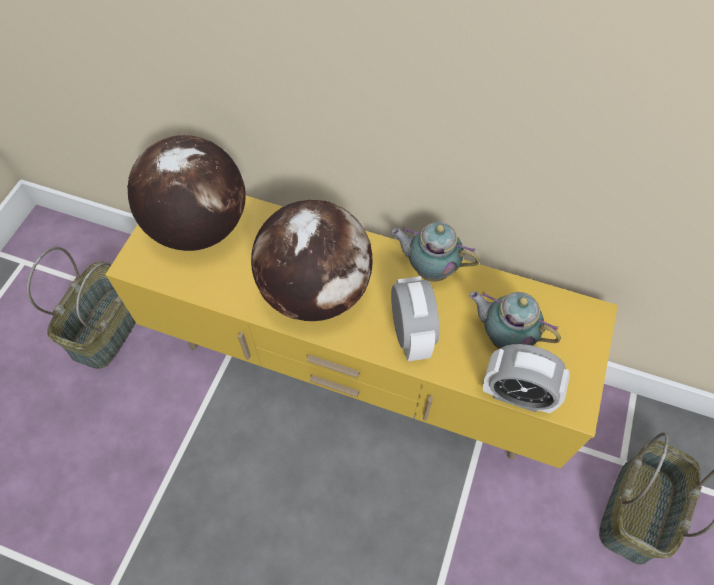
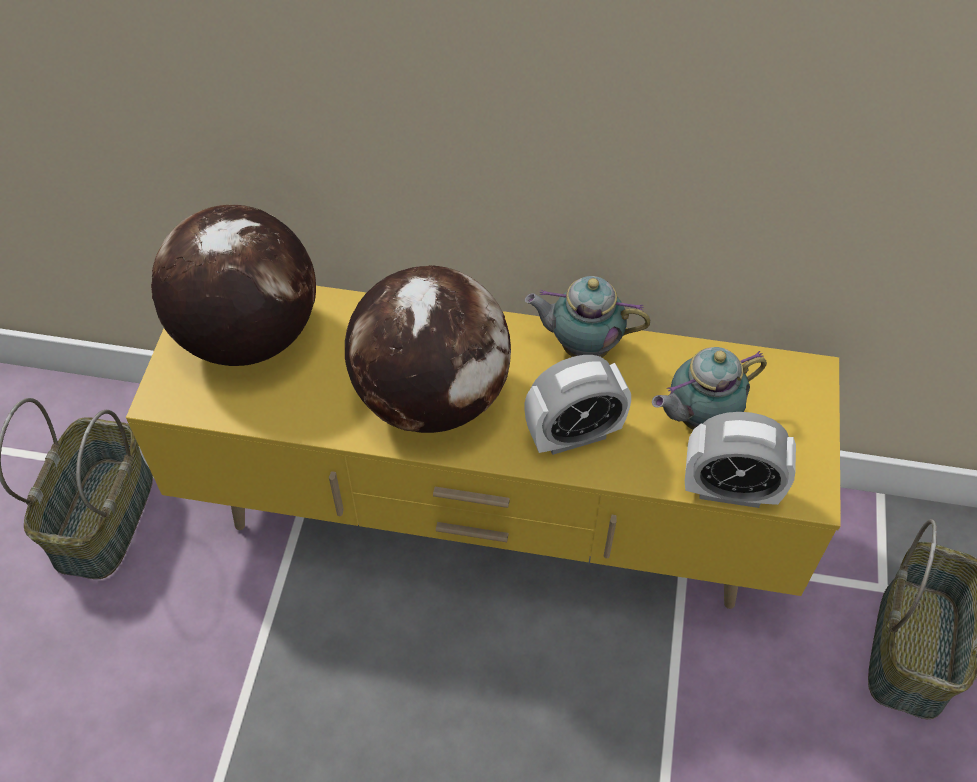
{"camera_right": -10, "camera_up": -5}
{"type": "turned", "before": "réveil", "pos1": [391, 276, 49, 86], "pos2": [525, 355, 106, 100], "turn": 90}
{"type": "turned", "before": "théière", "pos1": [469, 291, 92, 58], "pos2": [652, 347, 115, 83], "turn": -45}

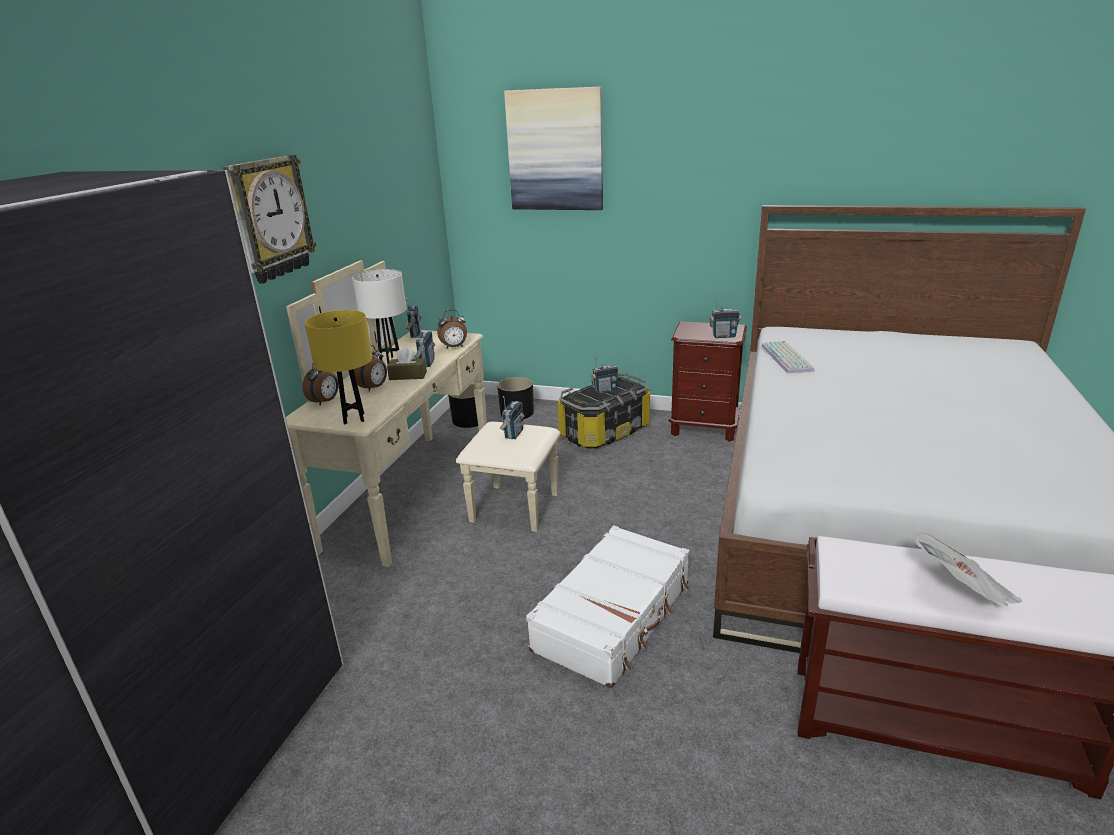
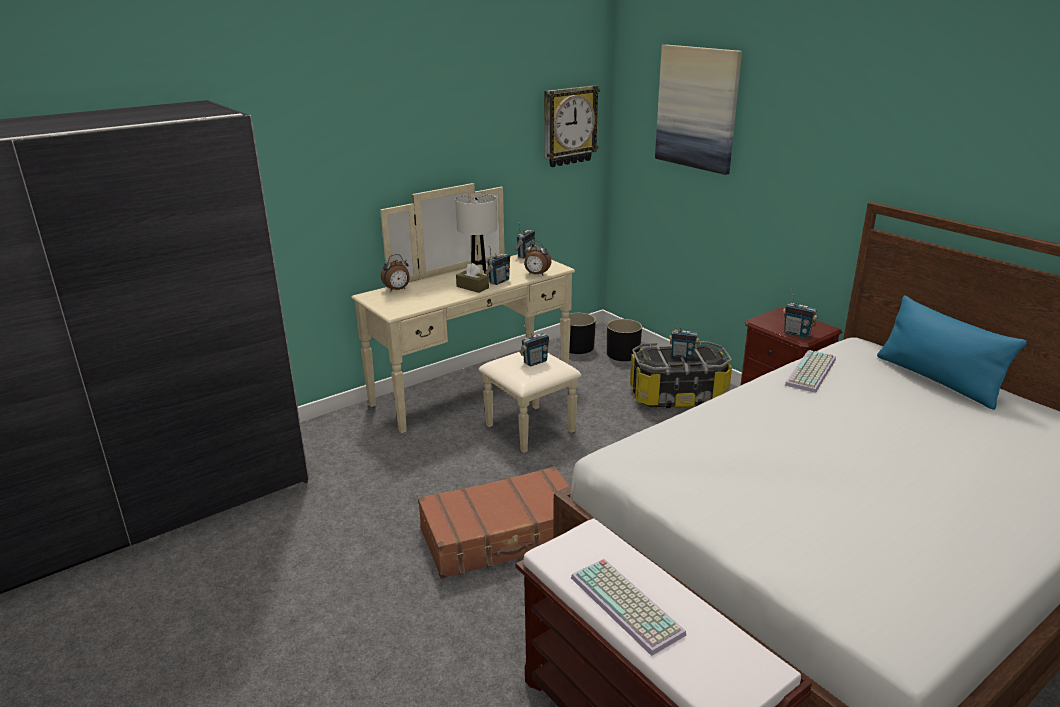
{"camera_right": 35, "camera_up": 0}
{"type": "moved", "before": "horloge murale", "pos1": [222, 155, 95, 129], "pos2": [544, 85, 56, 82]}
{"type": "removed", "before": "lampe de table/jaune", "pos1": [305, 310, 67, 114]}
{"type": "removed", "before": "réveil", "pos1": [354, 345, 33, 46]}
{"type": "recoloured", "before": "valise/blanc", "after": "valise/marron", "pos1": [526, 525, 164, 164], "pos2": [418, 466, 151, 113]}
{"type": "replaced", "before": "journal", "after": "clavier", "pos1": [915, 532, 108, 74], "pos2": [571, 559, 115, 97]}
{"type": "added", "after": "coussin/bleu", "pos2": [877, 295, 150, 115]}

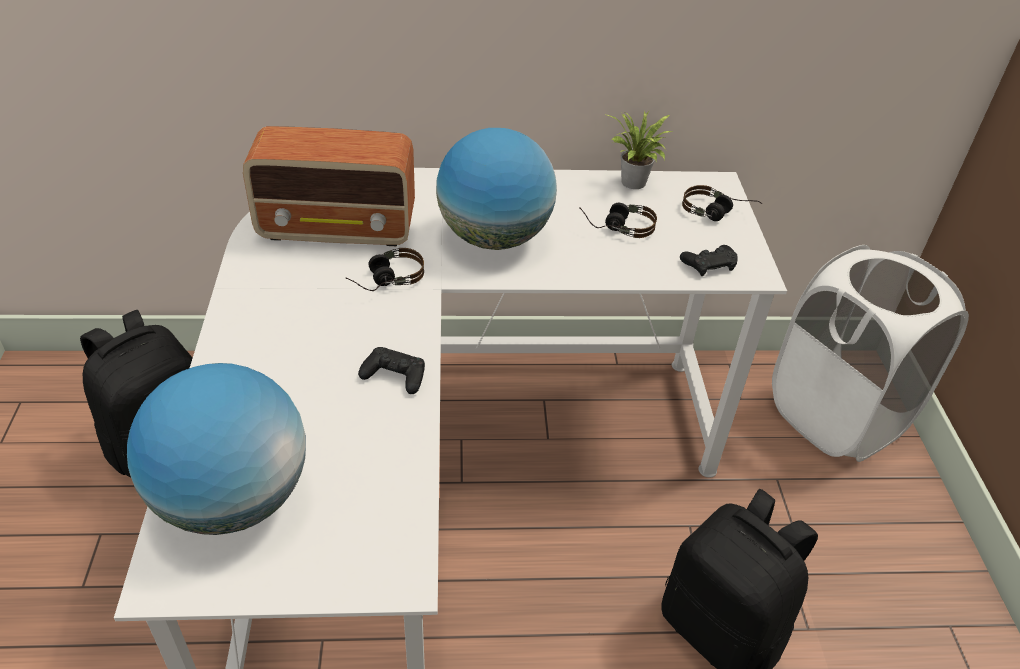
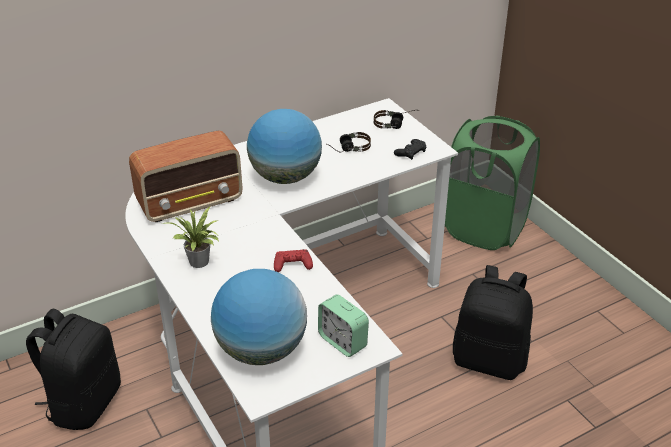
{"camera_right": -25, "camera_up": -5}
{"type": "moved", "before": "plante en pot", "pos1": [604, 111, 68, 78], "pos2": [167, 207, 52, 61]}
{"type": "recoloured", "before": "panier à linge/blanc", "after": "panier à linge/vert", "pos1": [772, 245, 197, 217], "pos2": [445, 116, 95, 134]}
{"type": "removed", "before": "casque audio", "pos1": [345, 248, 79, 43]}
{"type": "recoloured", "before": "manette/noir", "after": "manette/rouge", "pos1": [358, 347, 67, 47], "pos2": [274, 249, 39, 23]}
{"type": "added", "after": "réveil", "pos2": [318, 294, 51, 63]}

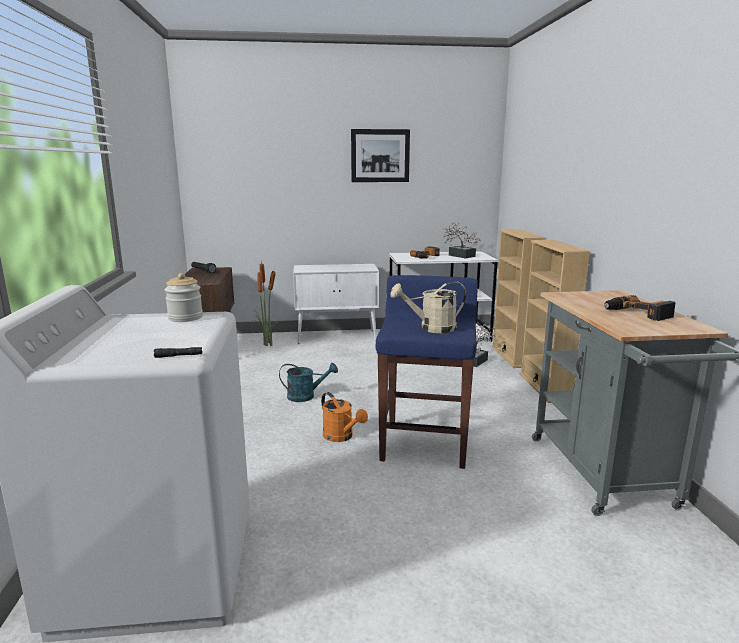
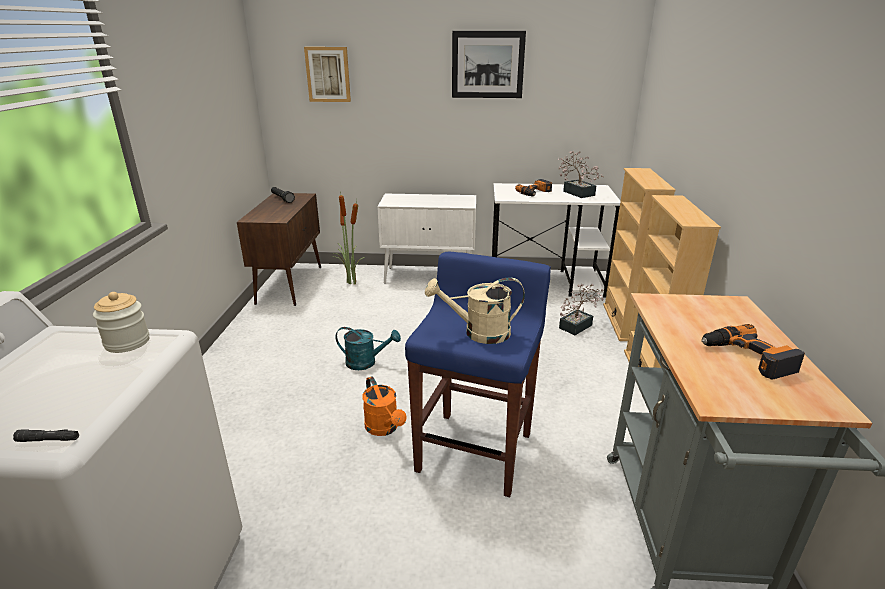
{"camera_right": 10, "camera_up": 10}
{"type": "added", "after": "tableau", "pos2": [304, 47, 47, 55]}

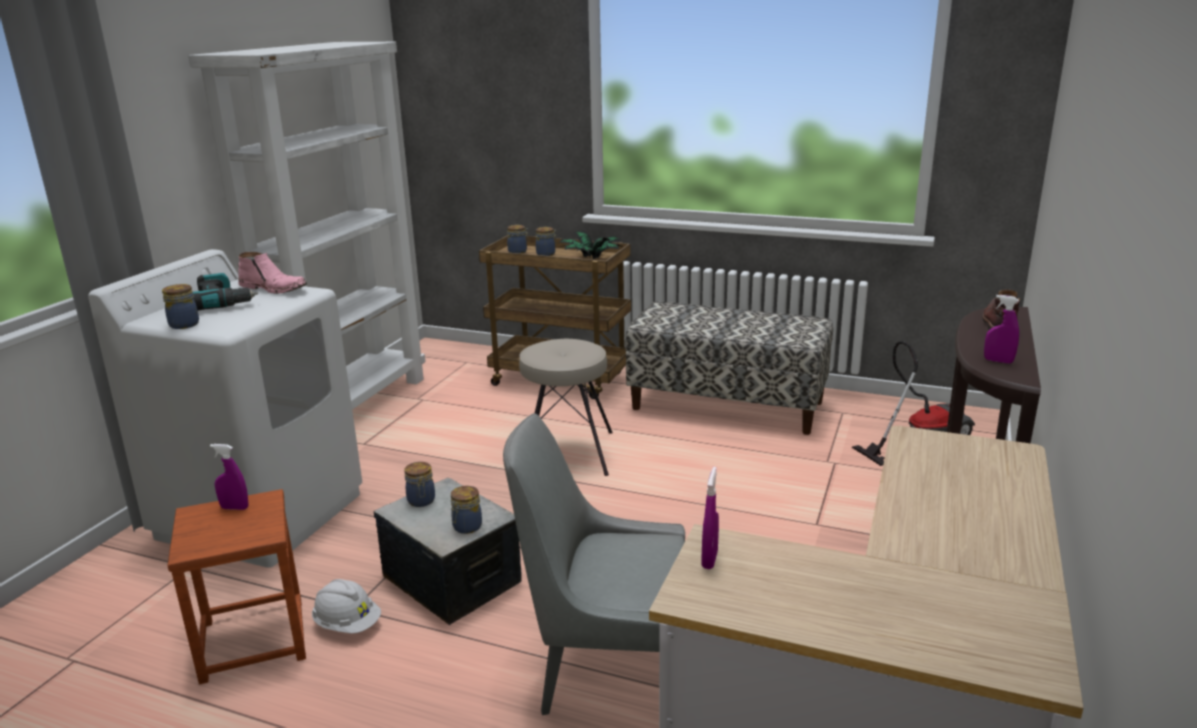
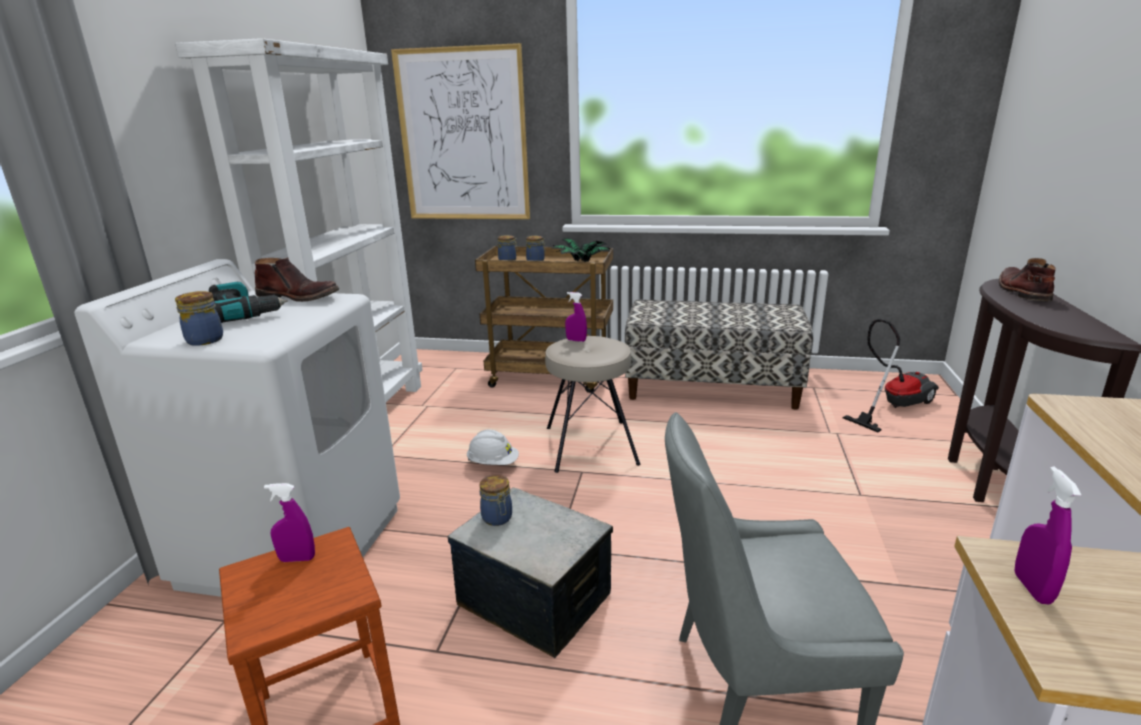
{"camera_right": -10, "camera_up": 0}
{"type": "recoloured", "before": "botte/rose", "after": "botte/marron", "pos1": [238, 252, 69, 42], "pos2": [255, 257, 84, 45]}
{"type": "moved", "before": "vaporisateur/violet", "pos1": [984, 295, 35, 69], "pos2": [565, 292, 22, 50]}
{"type": "removed", "before": "bocal", "pos1": [451, 486, 31, 48]}
{"type": "moved", "before": "casque de chantier/blanc", "pos1": [312, 579, 69, 55], "pos2": [467, 430, 52, 35]}
{"type": "added", "after": "tableau", "pos2": [391, 43, 139, 176]}

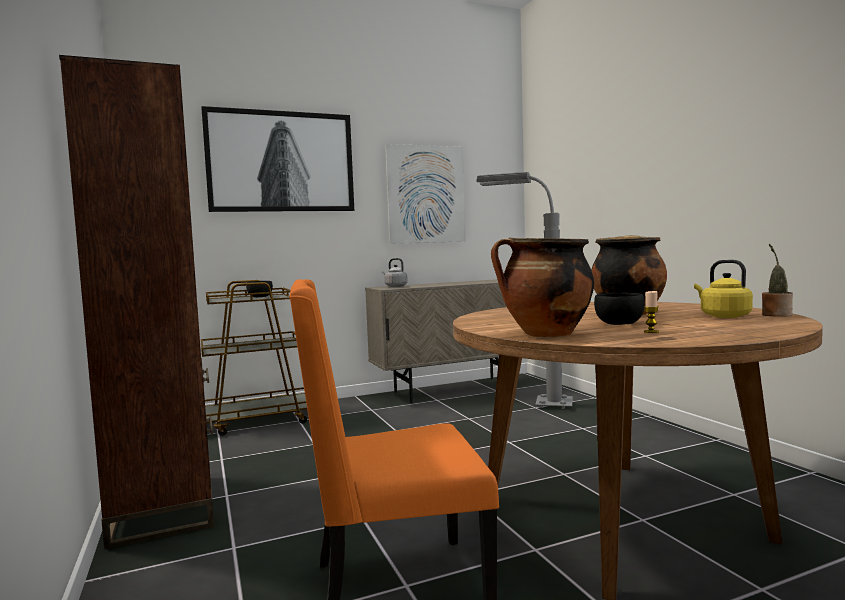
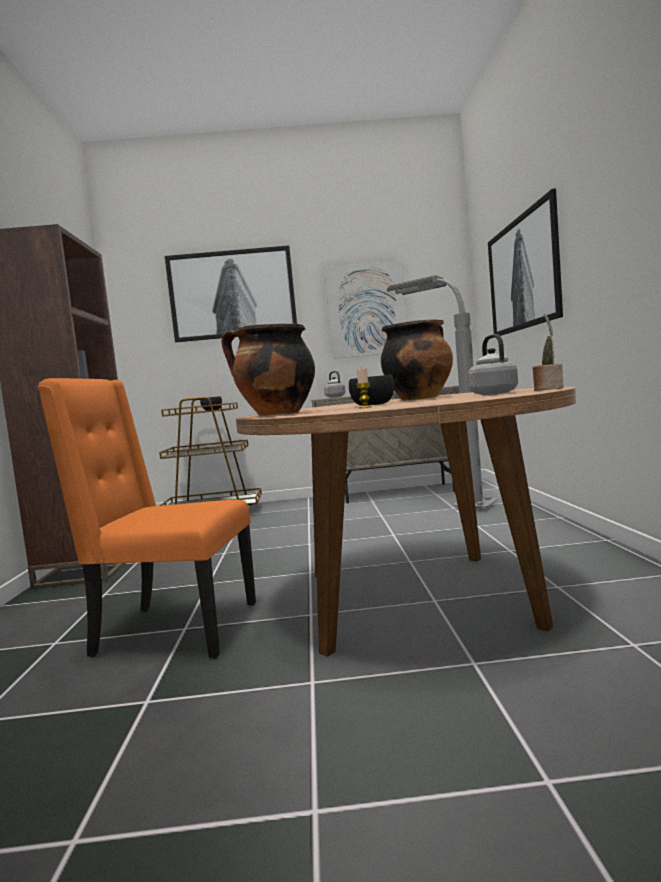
{"camera_right": 20, "camera_up": 0}
{"type": "recoloured", "before": "bouilloire/jaune", "after": "bouilloire/gris", "pos1": [694, 260, 59, 58], "pos2": [468, 334, 50, 61]}
{"type": "added", "after": "tableau", "pos2": [488, 188, 75, 148]}

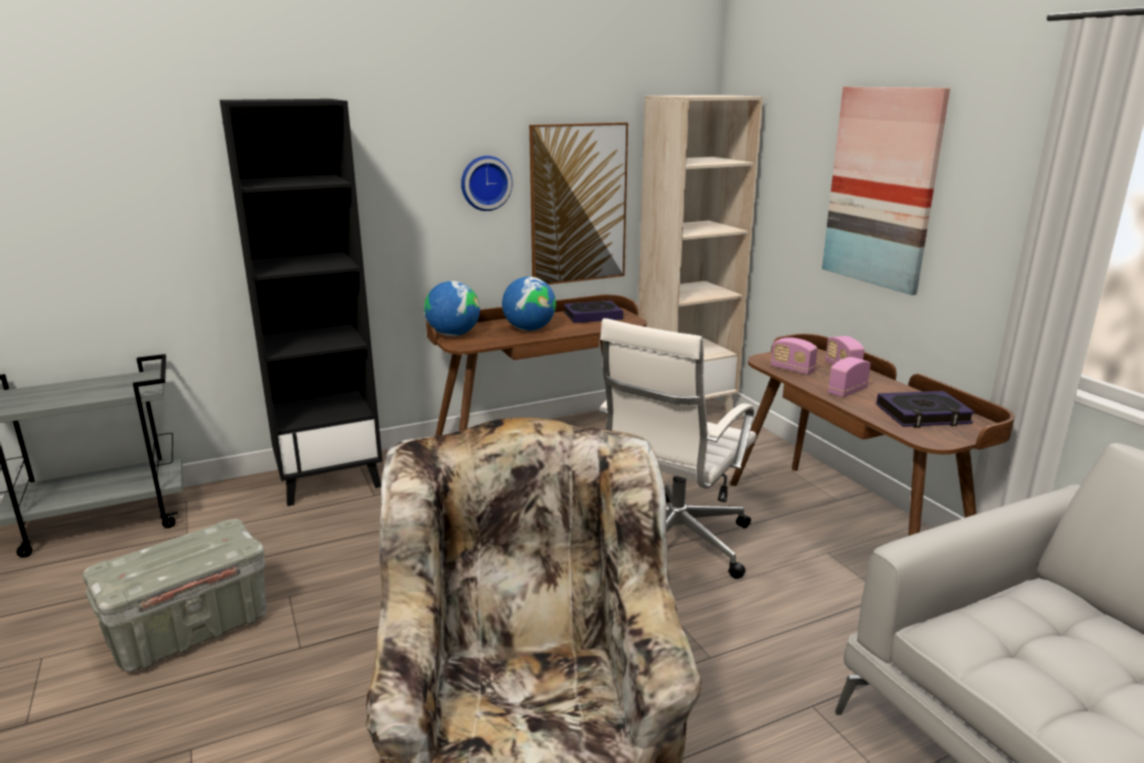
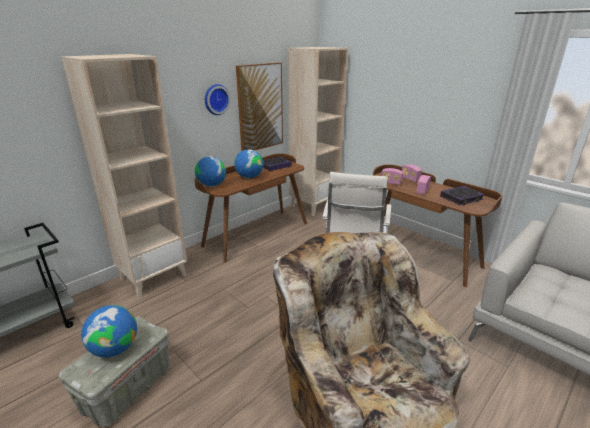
{"camera_right": -20, "camera_up": 5}
{"type": "removed", "before": "tableau", "pos1": [822, 87, 128, 208]}
{"type": "recoloured", "before": "bibliothèque/noir", "after": "bibliothèque/beige", "pos1": [220, 99, 163, 407], "pos2": [61, 54, 126, 244]}
{"type": "added", "after": "globe", "pos2": [81, 305, 56, 52]}

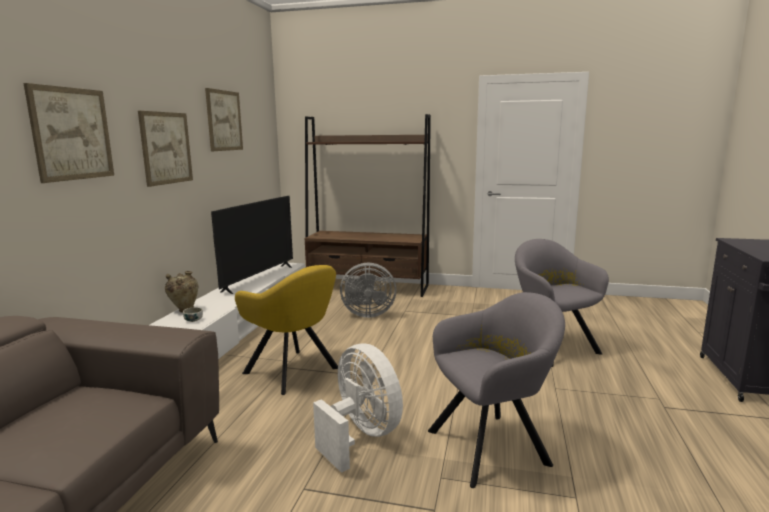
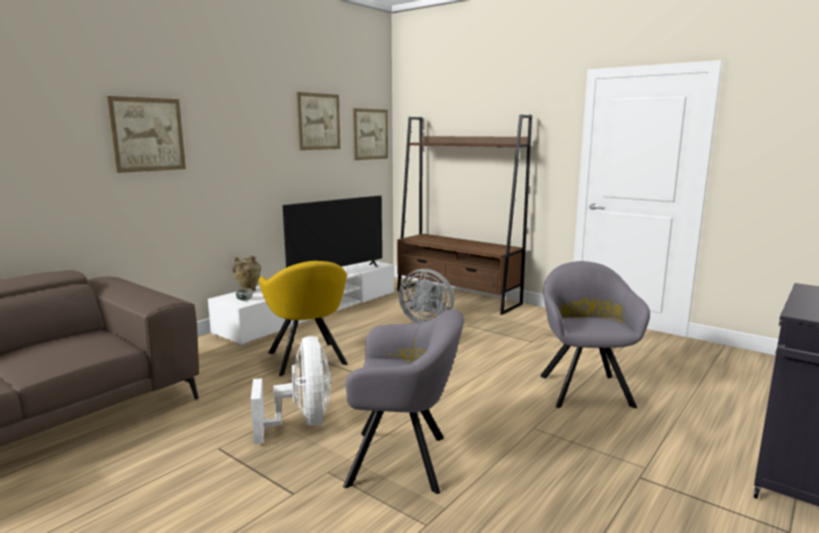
{"camera_right": 25, "camera_up": 0}
{"type": "moved", "before": "tableau", "pos1": [138, 111, 55, 76], "pos2": [353, 108, 35, 52]}

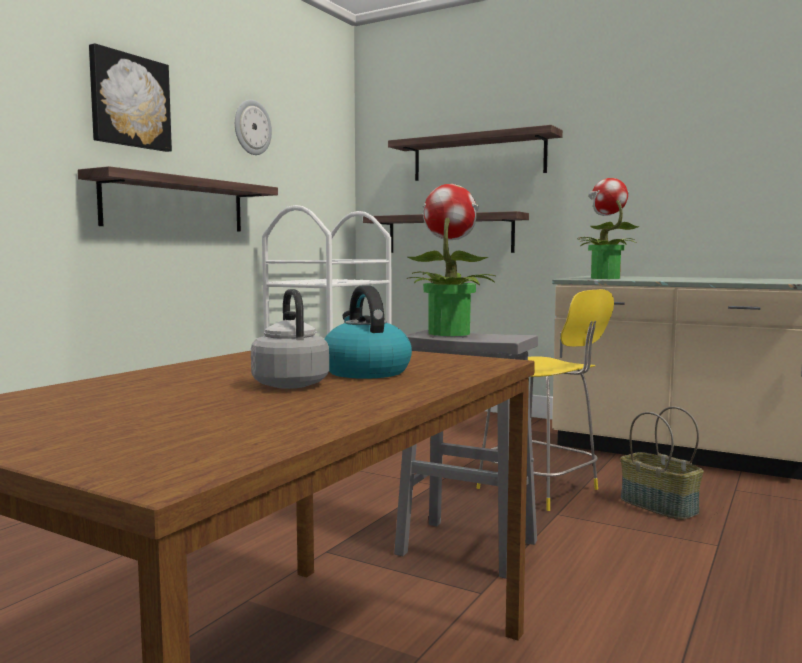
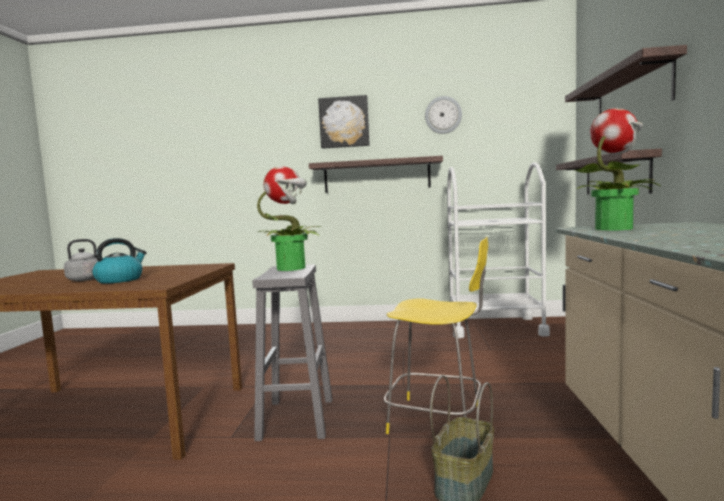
{"camera_right": 65, "camera_up": 0}
{"type": "turned", "before": "chaise/jaune", "pos1": [477, 289, 137, 222], "pos2": [384, 237, 104, 197], "turn": -90}

